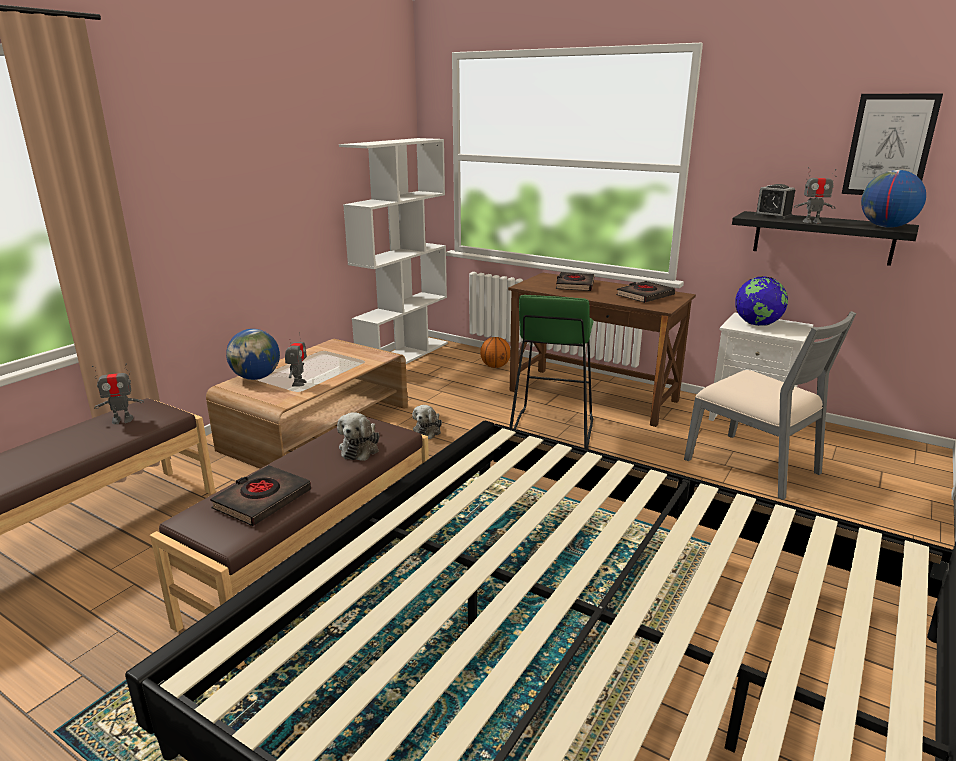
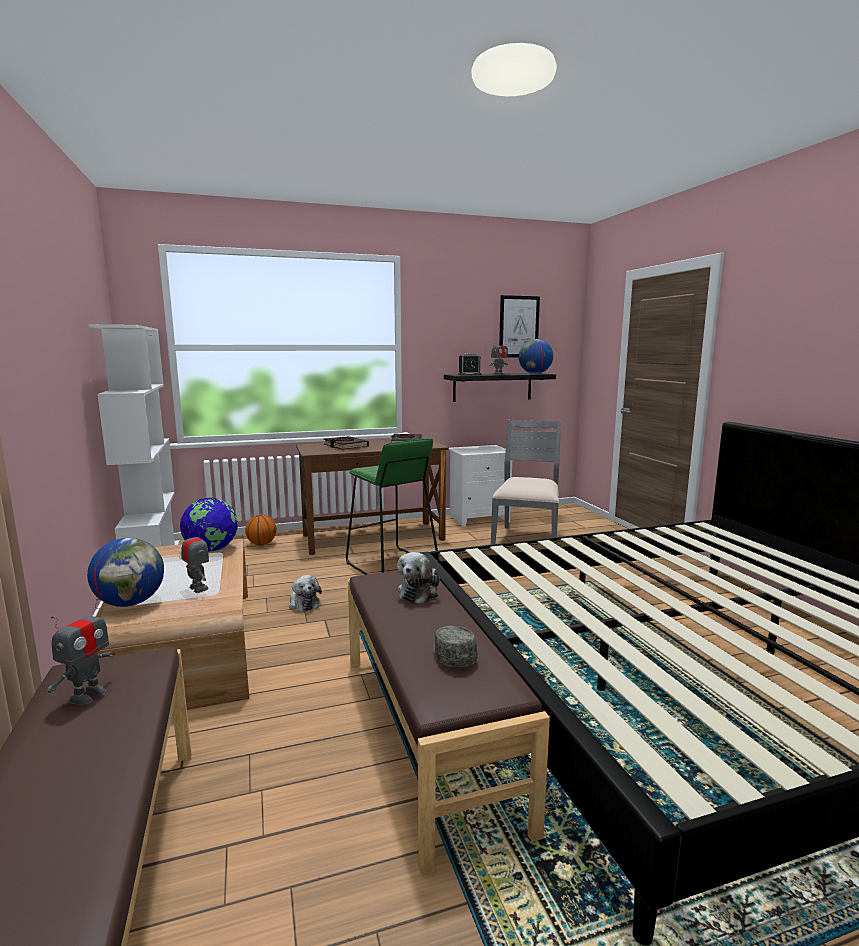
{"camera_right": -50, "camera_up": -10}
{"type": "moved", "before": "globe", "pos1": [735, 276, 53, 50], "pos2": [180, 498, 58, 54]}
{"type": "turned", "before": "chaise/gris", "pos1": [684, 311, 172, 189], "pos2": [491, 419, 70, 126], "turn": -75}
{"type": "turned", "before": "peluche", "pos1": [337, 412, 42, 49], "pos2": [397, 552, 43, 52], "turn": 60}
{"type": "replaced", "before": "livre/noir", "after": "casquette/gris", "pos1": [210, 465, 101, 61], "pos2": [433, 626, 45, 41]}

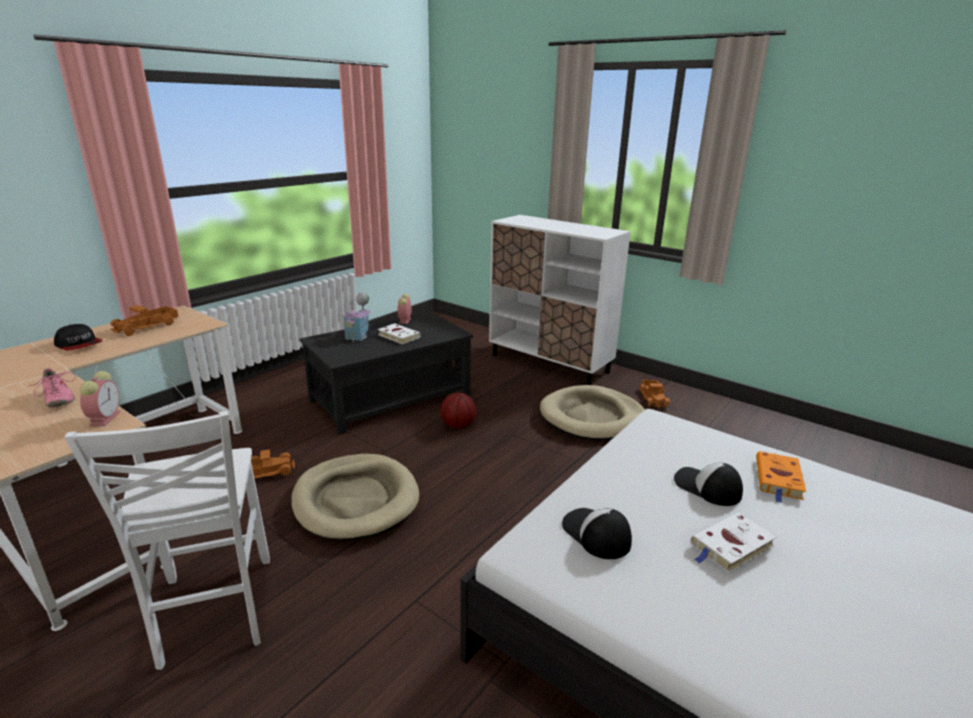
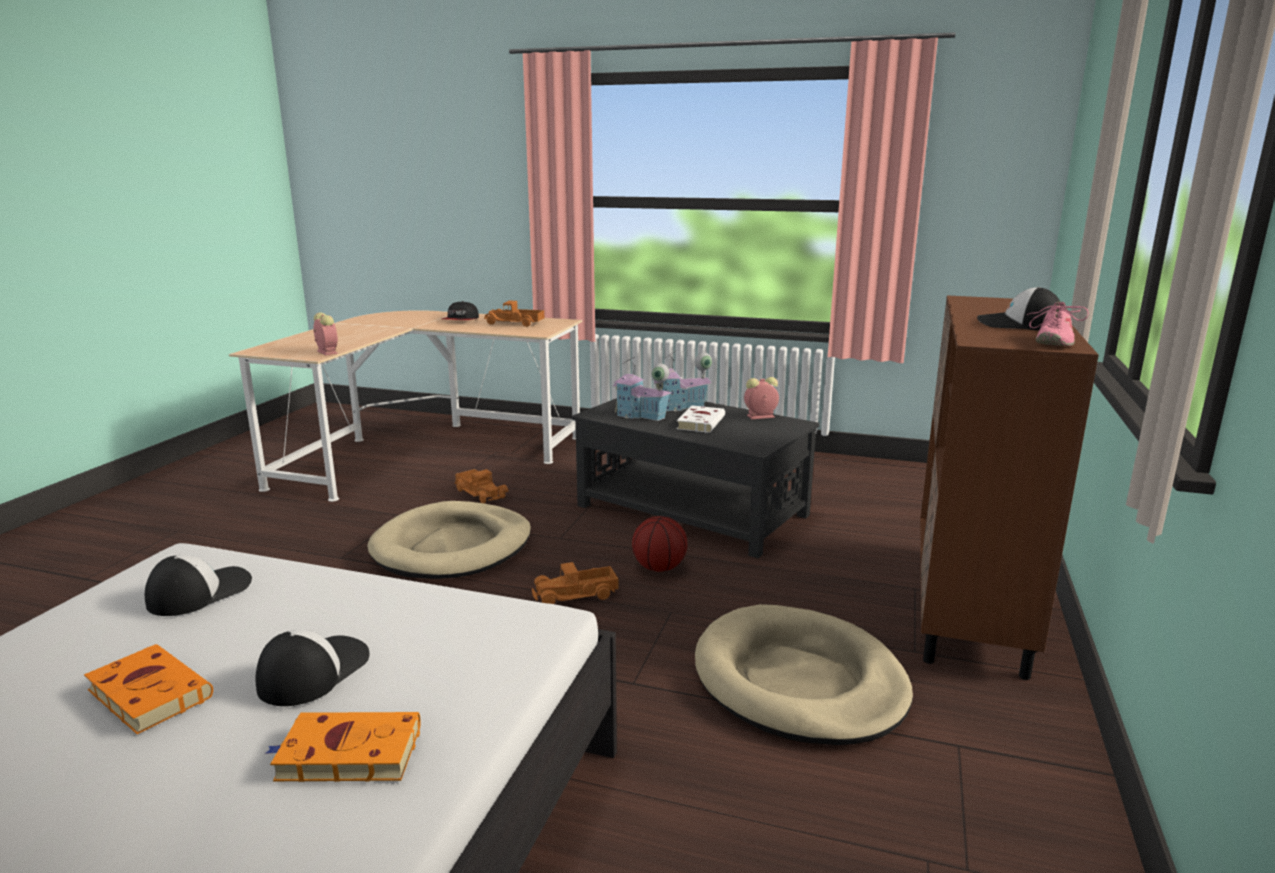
{"camera_right": 70, "camera_up": -5}
{"type": "recoloured", "before": "meuble de rangement/blanc", "after": "meuble de rangement/marron", "pos1": [489, 215, 142, 170], "pos2": [920, 295, 179, 385]}
{"type": "moved", "before": "chaussure/rose", "pos1": [27, 368, 49, 39], "pos2": [1027, 302, 62, 44]}
{"type": "turned", "before": "réveil", "pos1": [79, 371, 42, 55], "pos2": [313, 312, 25, 43], "turn": -105}
{"type": "moved", "before": "camion jouet", "pos1": [640, 380, 30, 28], "pos2": [532, 562, 87, 42]}
{"type": "removed", "before": "chaise/blanc", "pos1": [64, 411, 206, 259]}
{"type": "recoloured", "before": "livre/blanc", "after": "livre/orange", "pos1": [691, 512, 86, 61], "pos2": [84, 644, 129, 90]}
{"type": "added", "after": "casquette", "pos2": [977, 287, 83, 44]}
{"type": "added", "after": "maison miniature", "pos2": [612, 357, 60, 64]}

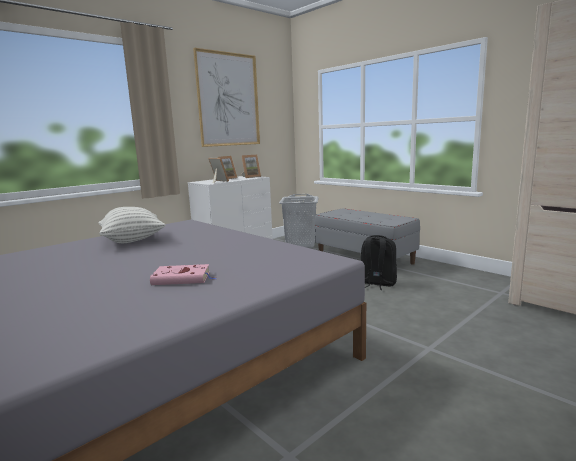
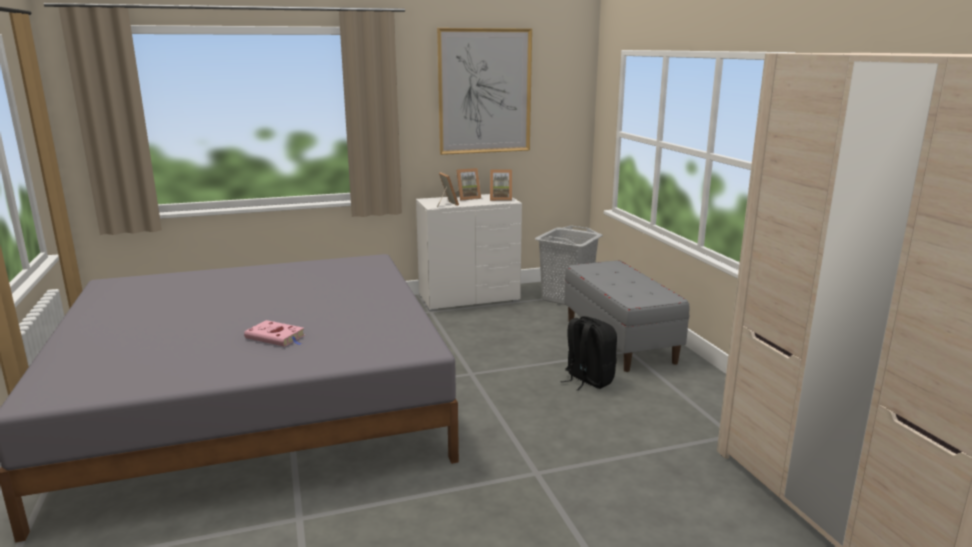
{"camera_right": 25, "camera_up": 5}
{"type": "removed", "before": "coussin", "pos1": [99, 207, 66, 36]}

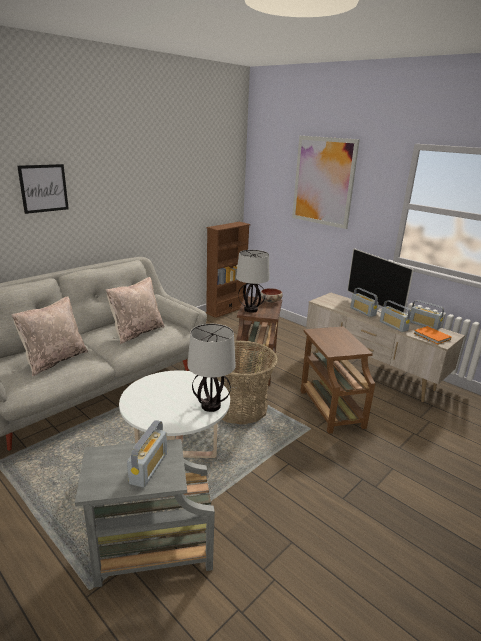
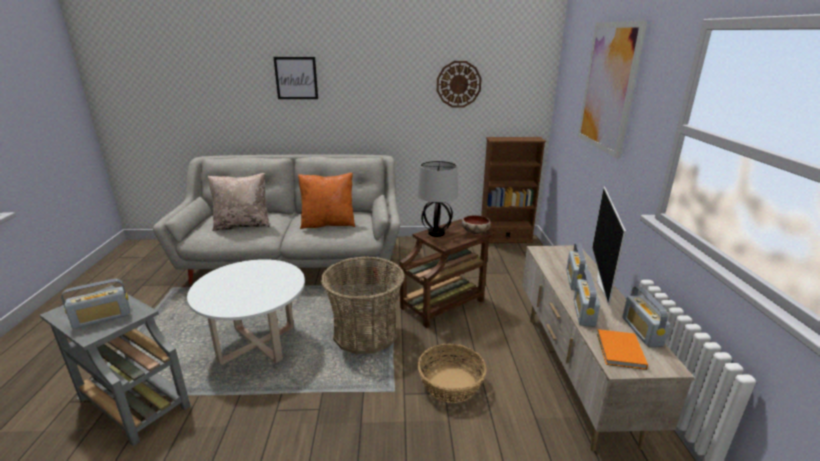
{"camera_right": 45, "camera_up": 0}
{"type": "recoloured", "before": "coussin/beige", "after": "coussin/orange", "pos1": [106, 277, 58, 67], "pos2": [298, 173, 57, 56]}
{"type": "removed", "before": "lampe de table", "pos1": [188, 324, 48, 88]}
{"type": "replaced", "before": "table d'appoint/marron", "after": "panier", "pos1": [301, 326, 75, 108], "pos2": [418, 343, 69, 60]}
{"type": "added", "after": "horloge murale", "pos2": [437, 61, 45, 47]}

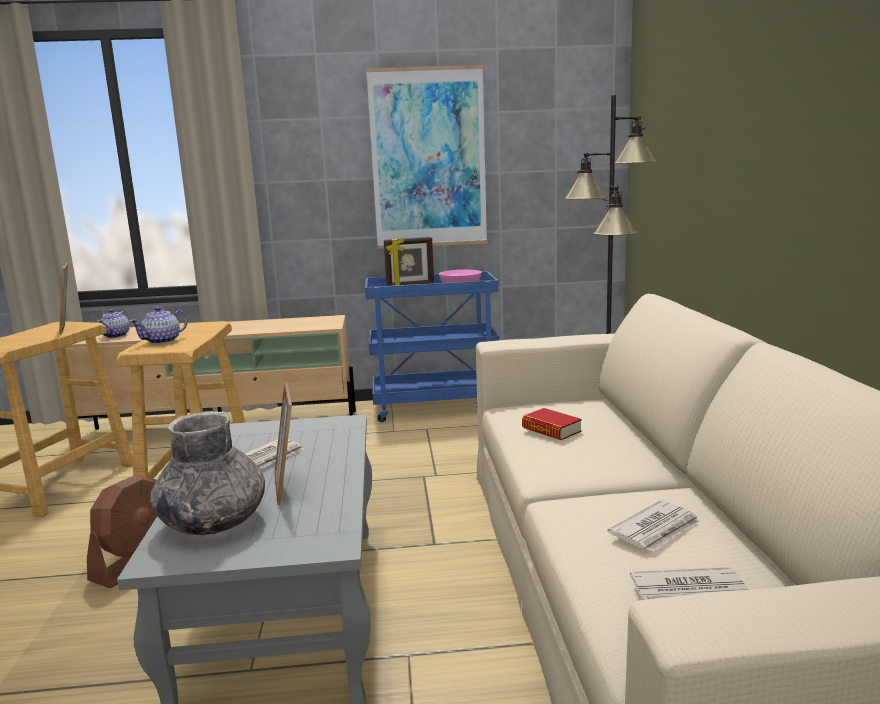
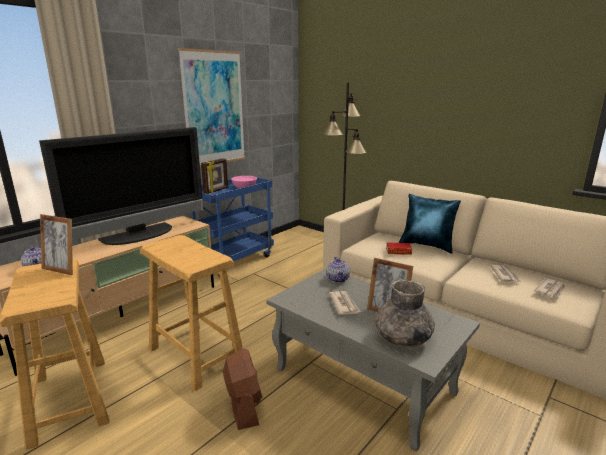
{"camera_right": -45, "camera_up": 5}
{"type": "moved", "before": "théière", "pos1": [129, 307, 59, 37], "pos2": [327, 257, 23, 26]}
{"type": "added", "after": "téléviseur", "pos2": [39, 127, 164, 118]}
{"type": "added", "after": "coussin/bleu", "pos2": [399, 194, 62, 60]}

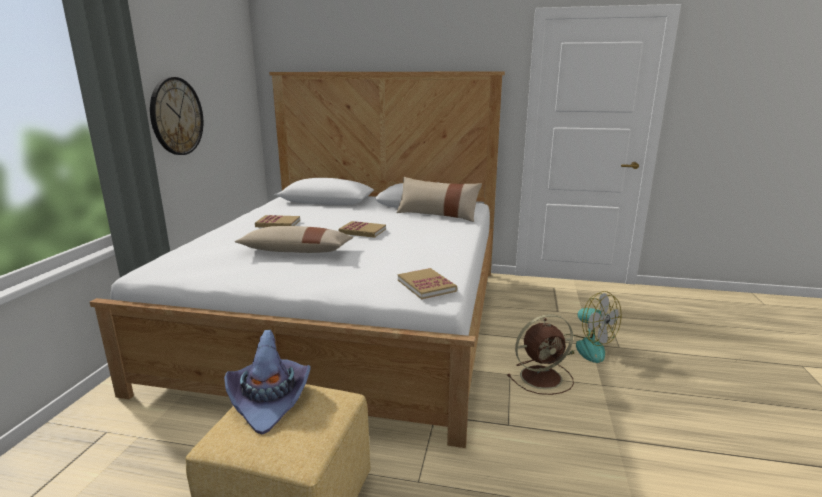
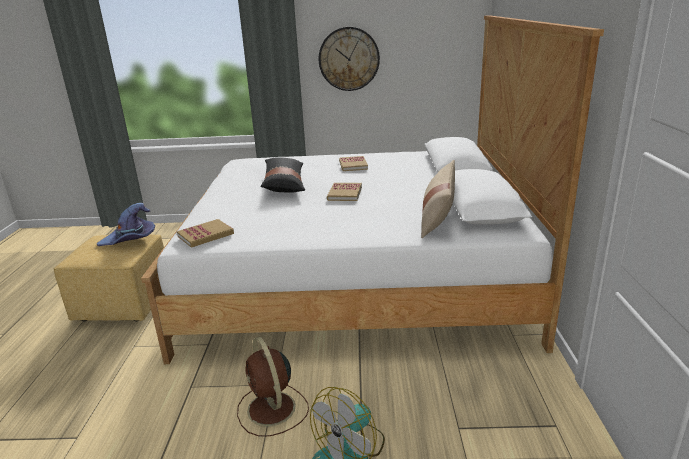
{"camera_right": 80, "camera_up": 5}
{"type": "recoloured", "before": "coussin/beige", "after": "coussin/noir", "pos1": [235, 226, 118, 27], "pos2": [261, 157, 44, 36]}

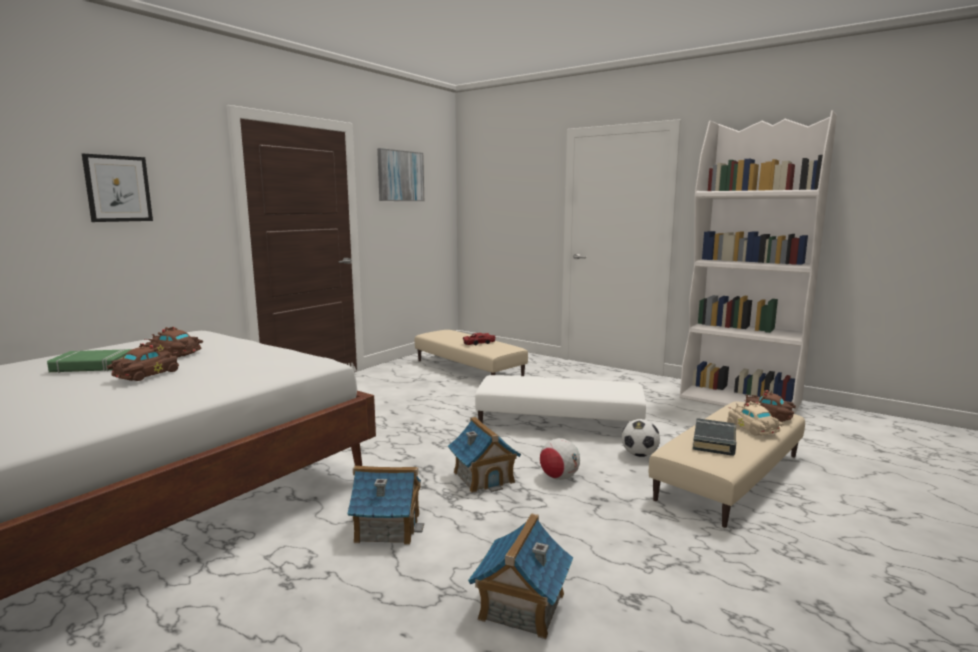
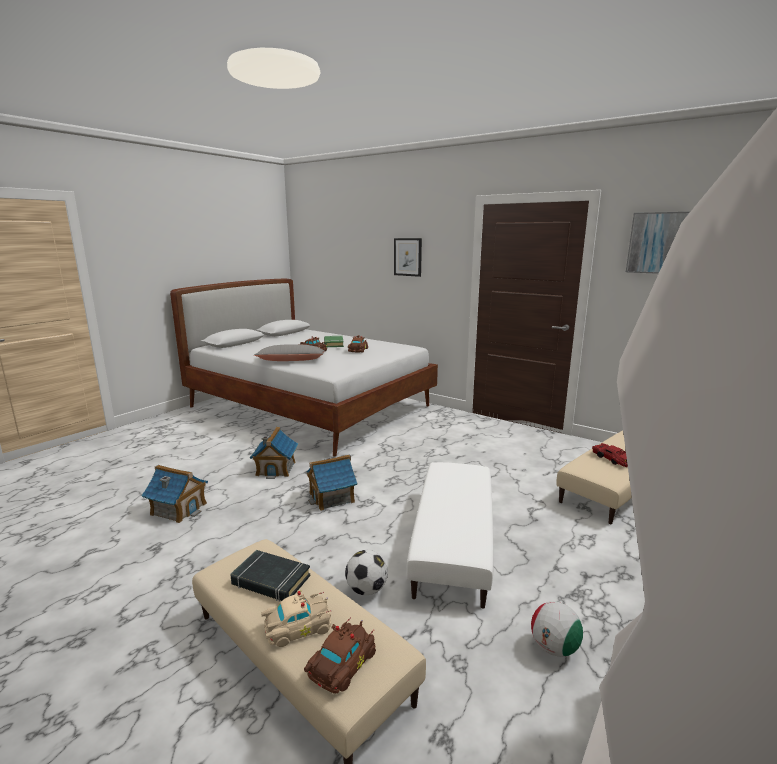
{"camera_right": 90, "camera_up": 5}
{"type": "moved", "before": "ballon de foot", "pos1": [540, 438, 40, 42], "pos2": [531, 602, 52, 55]}
{"type": "added", "after": "coussin/gris", "pos2": [254, 344, 71, 17]}

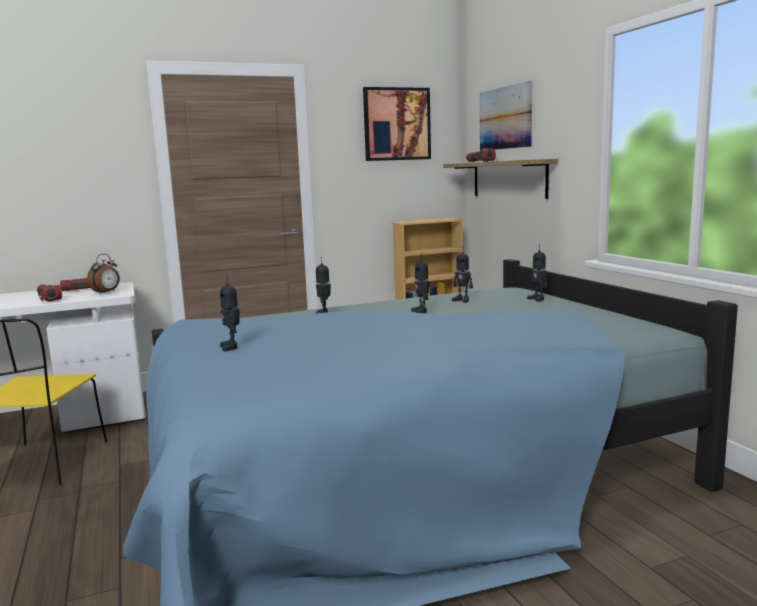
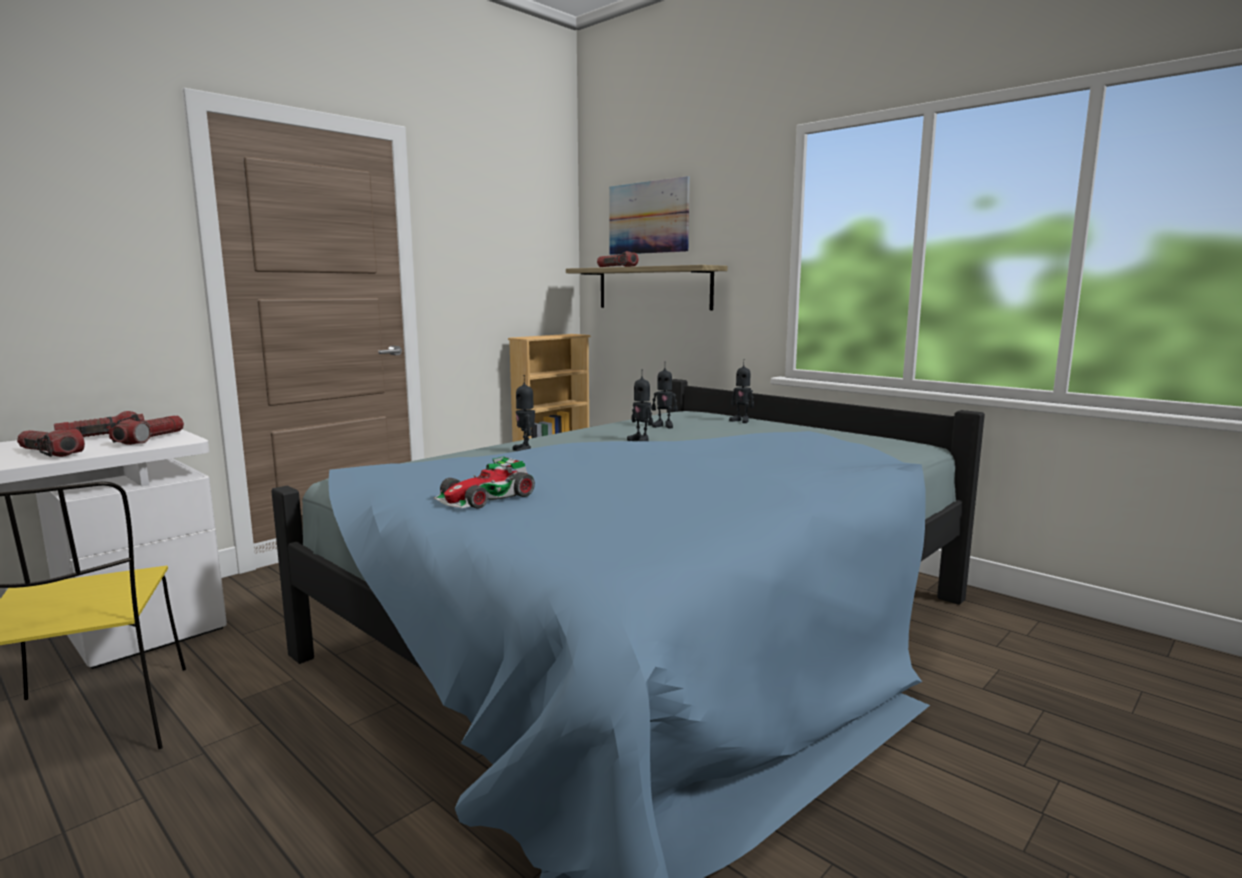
{"camera_right": -25, "camera_up": 0}
{"type": "removed", "before": "tableau", "pos1": [363, 87, 68, 74]}
{"type": "replaced", "before": "réveil", "after": "lampe de poche", "pos1": [87, 254, 33, 40], "pos2": [109, 416, 75, 29]}
{"type": "replaced", "before": "robot jouet", "after": "petite voiture", "pos1": [220, 275, 20, 76], "pos2": [434, 456, 101, 53]}

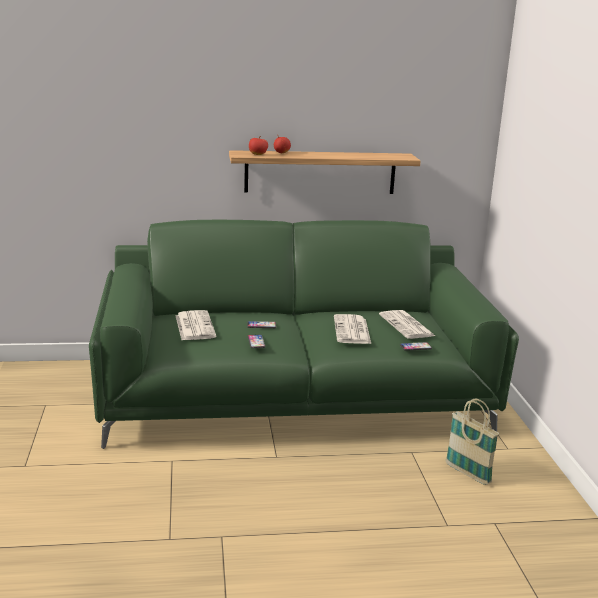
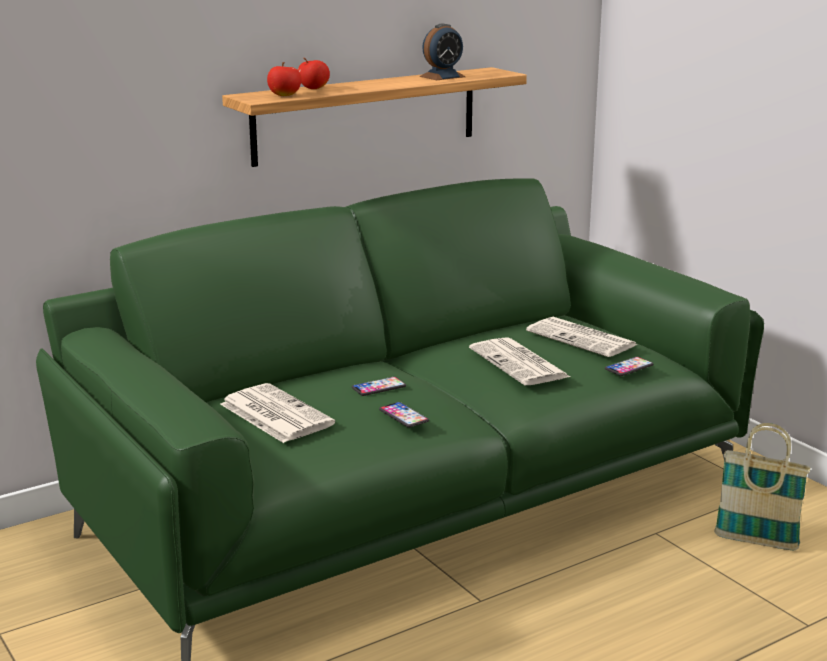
{"camera_right": -25, "camera_up": 0}
{"type": "added", "after": "réveil", "pos2": [420, 24, 46, 56]}

